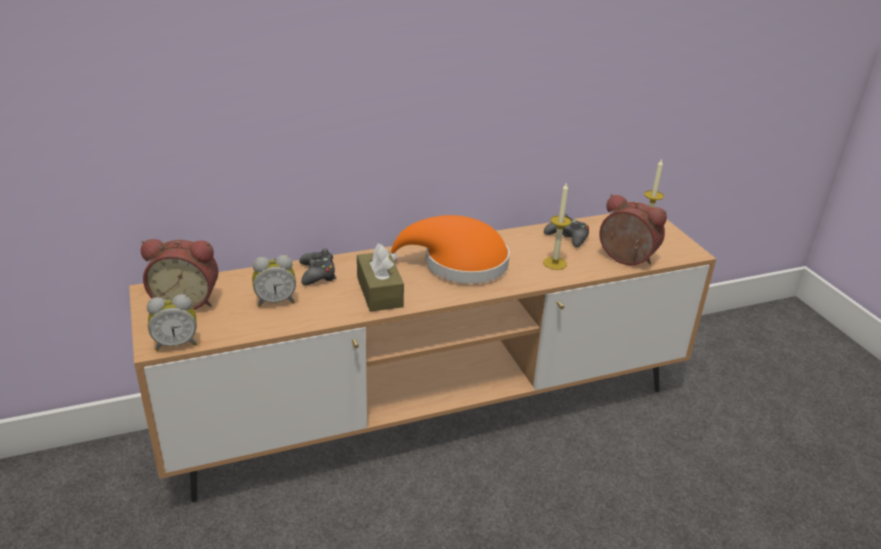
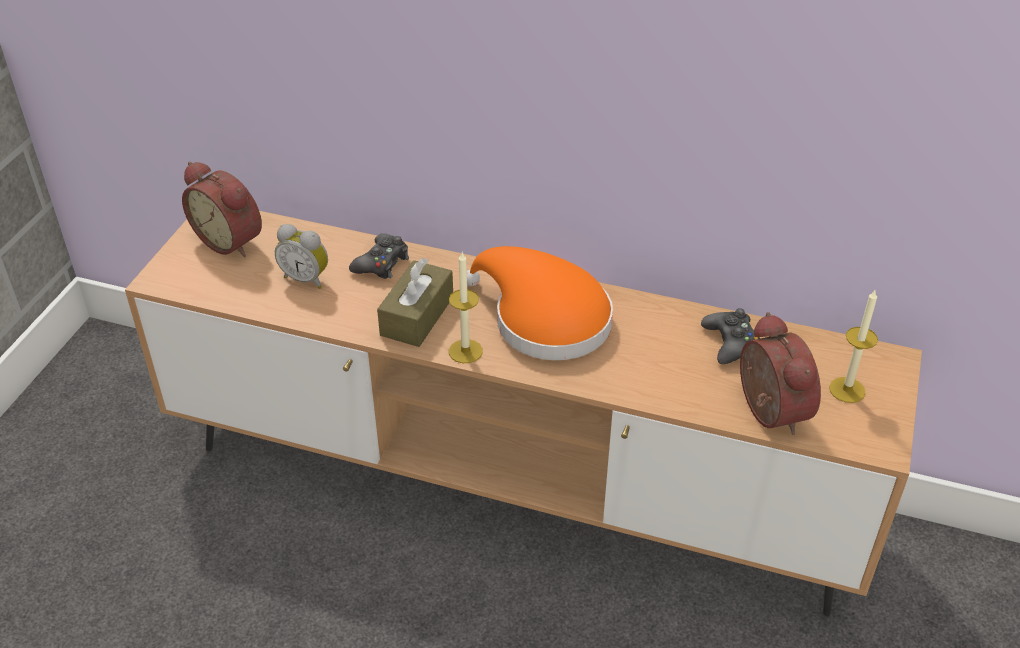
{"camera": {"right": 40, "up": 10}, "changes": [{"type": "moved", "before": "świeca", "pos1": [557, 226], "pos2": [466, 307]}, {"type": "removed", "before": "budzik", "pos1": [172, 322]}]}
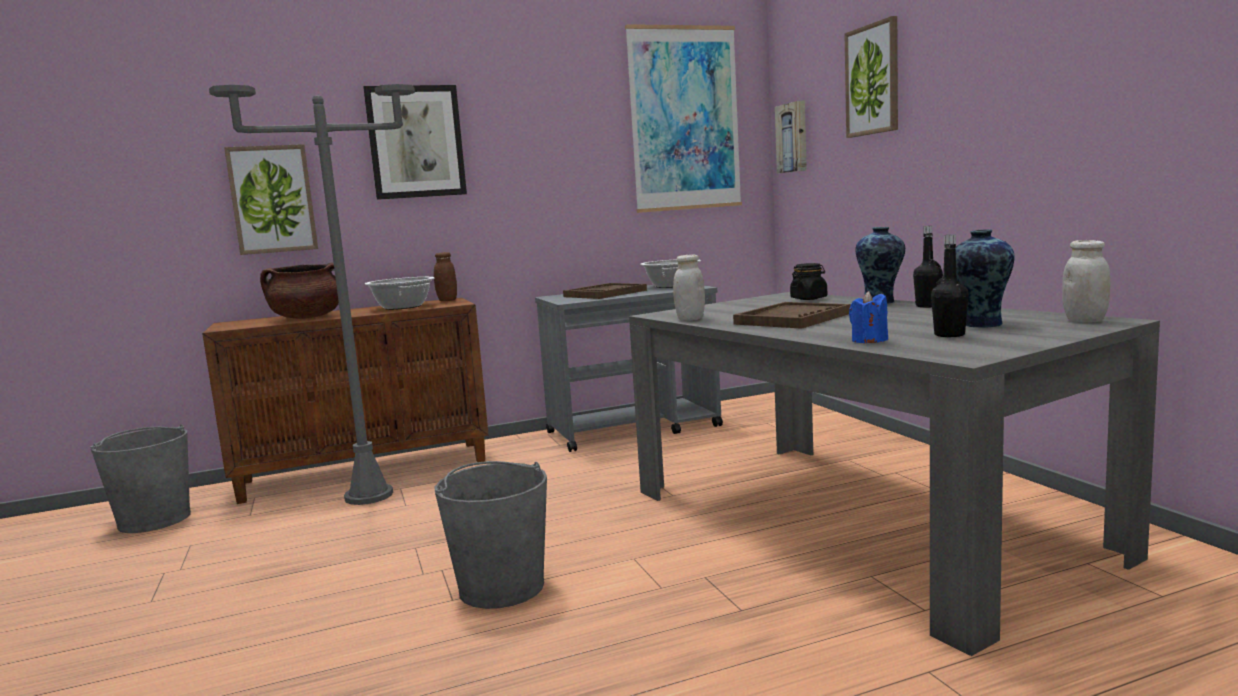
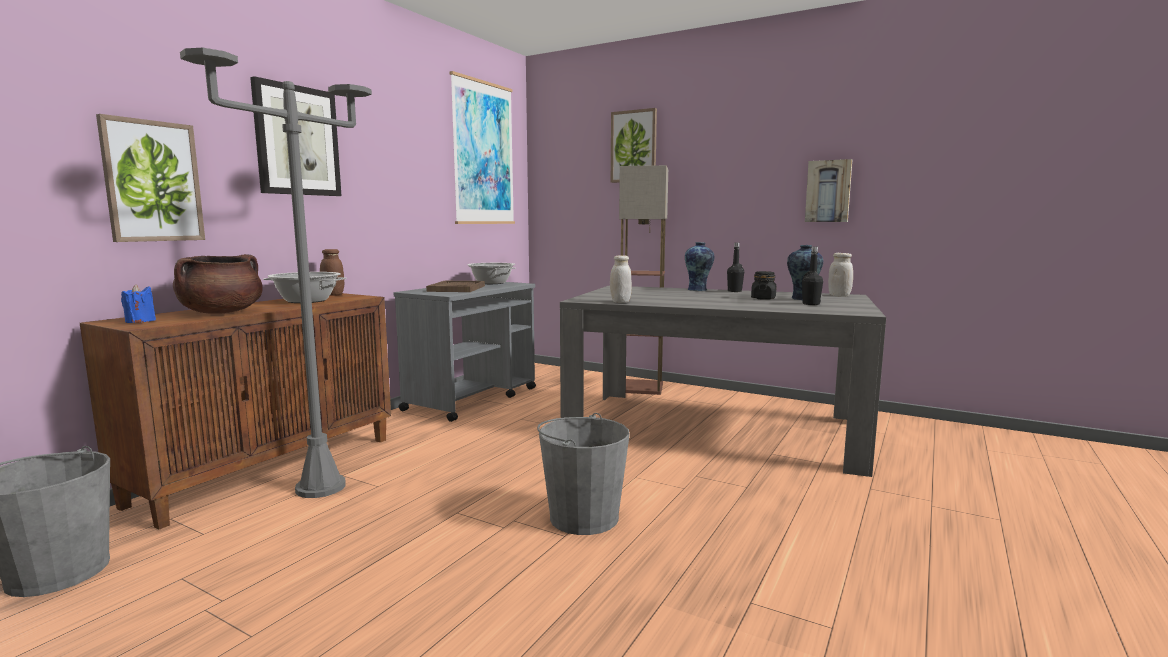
{"camera": {"right": -40, "up": 0}, "changes": [{"type": "moved", "before": "obraz", "pos1": [791, 136], "pos2": [828, 190]}, {"type": "moved", "before": "słoik [czarny]", "pos1": [808, 281], "pos2": [763, 285]}, {"type": "moved", "before": "świeca [niebieski]", "pos1": [868, 317], "pos2": [138, 303]}, {"type": "removed", "before": "taca [brązowy]", "pos1": [792, 315]}, {"type": "added", "after": "lampa stojąca", "pos2": [643, 280]}]}
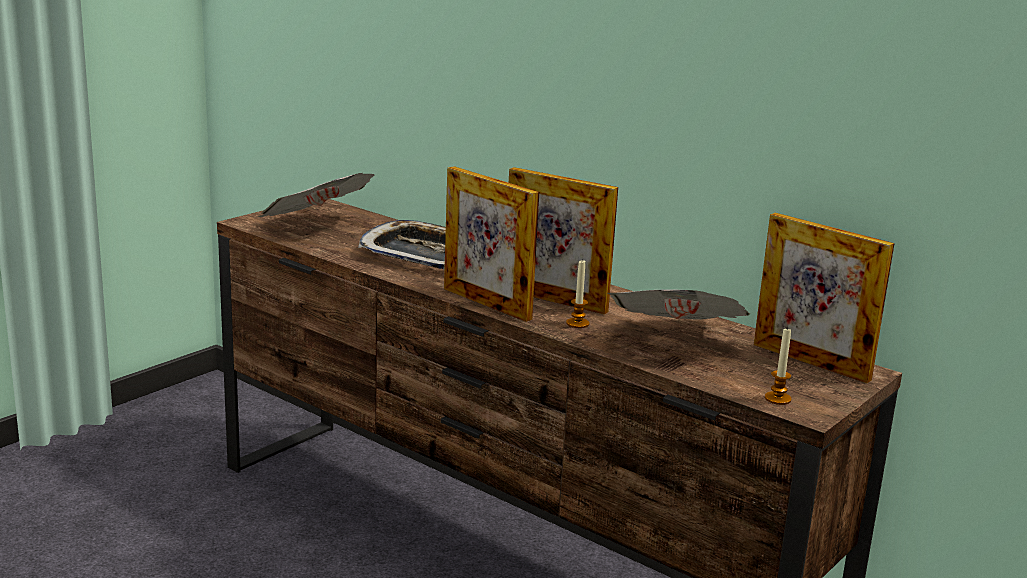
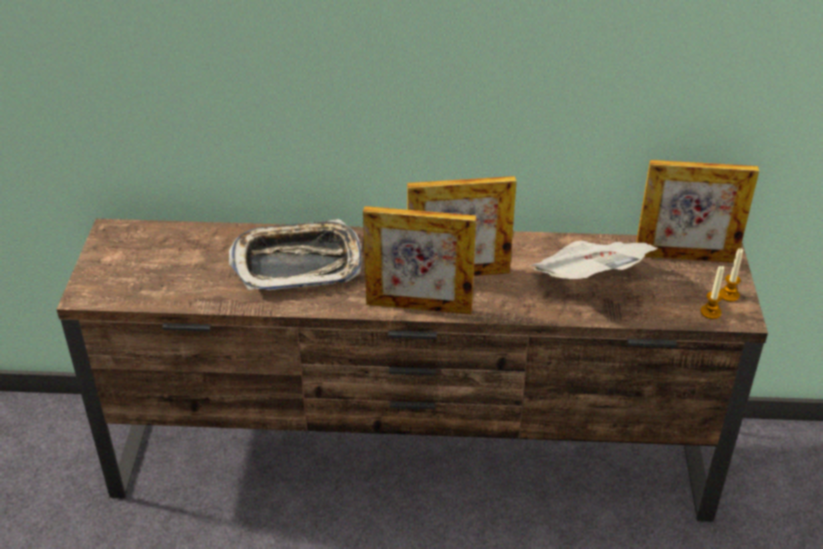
{"camera": {"right": -35, "up": 20}, "changes": [{"type": "removed", "before": "gazeta", "pos1": [316, 195]}, {"type": "moved", "before": "świeca", "pos1": [577, 294], "pos2": [731, 275]}]}
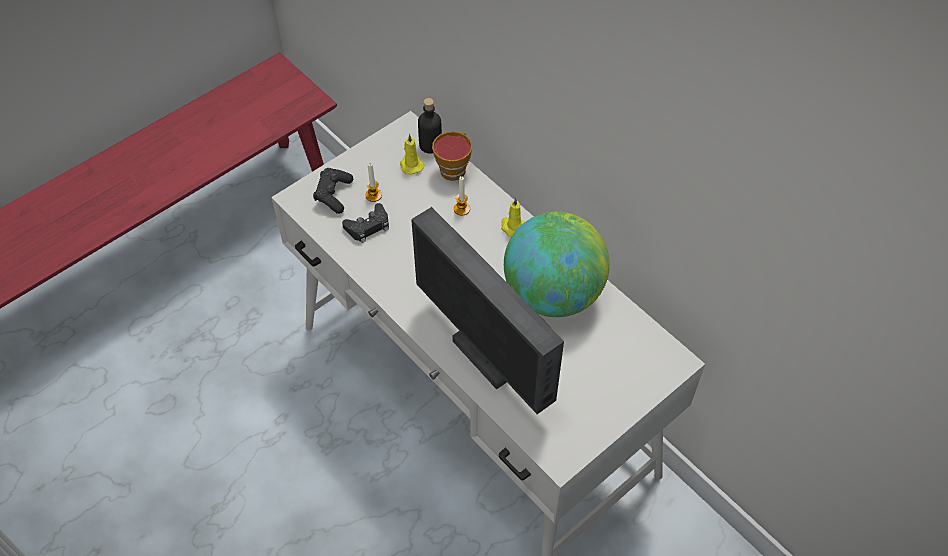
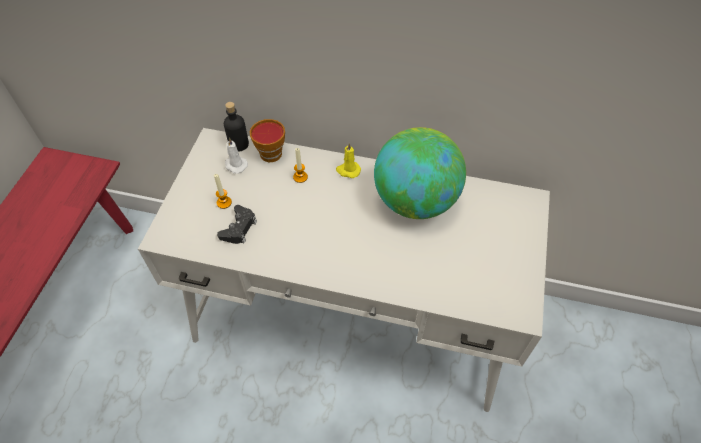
{"camera": {"right": -35, "up": 0}, "changes": [{"type": "recoloured", "before": "świeca [żółty]", "after": "świeca [biały]", "pos1": [412, 154], "pos2": [236, 156]}, {"type": "removed", "before": "pad do gier [czarny]", "pos1": [333, 191]}, {"type": "removed", "before": "monitor", "pos1": [487, 310]}]}
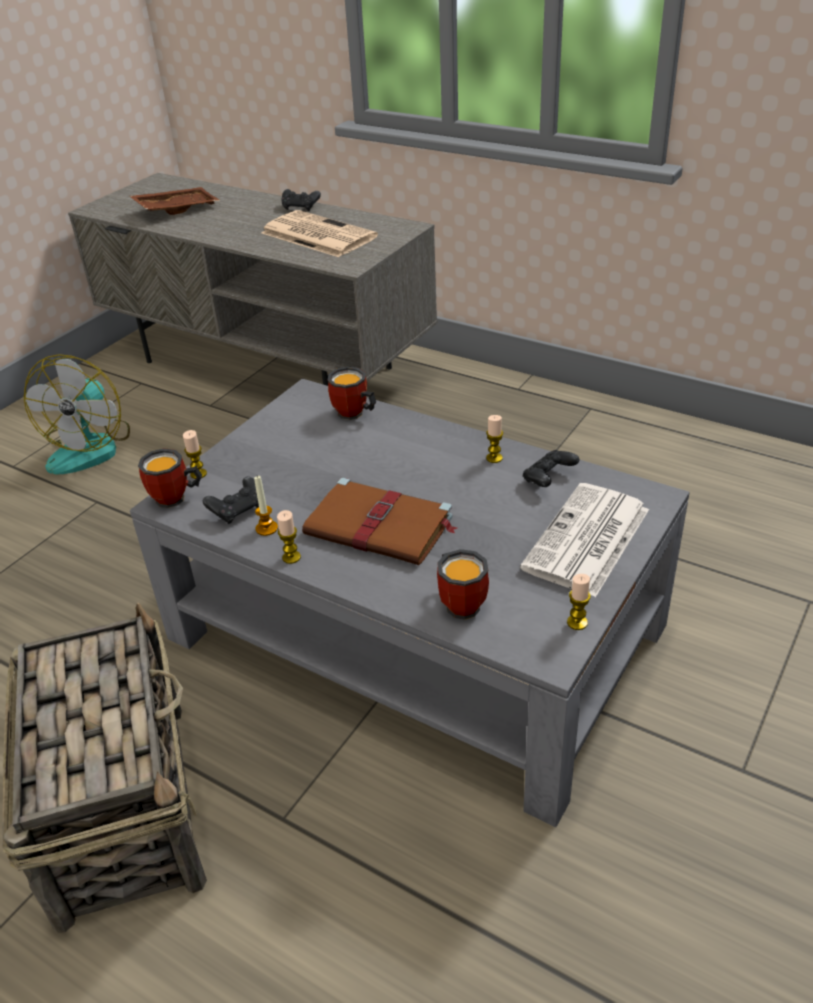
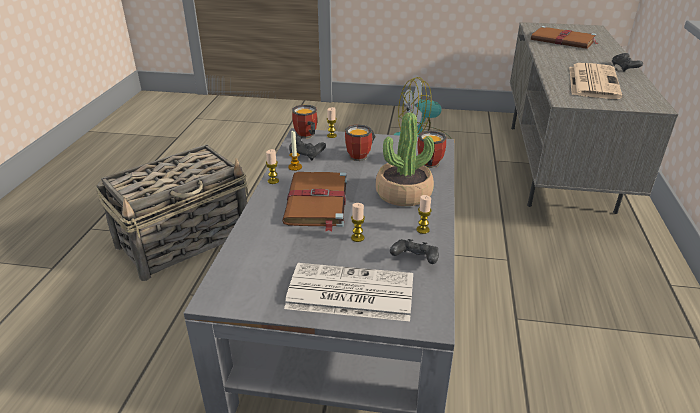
{"camera": {"right": 65, "up": -5}, "changes": [{"type": "replaced", "before": "taca [brązowy]", "after": "książka [brązowy]", "pos1": [175, 201], "pos2": [564, 37]}, {"type": "moved", "before": "kubek", "pos1": [463, 584], "pos2": [360, 142]}, {"type": "moved", "before": "świeca", "pos1": [579, 602], "pos2": [358, 222]}, {"type": "added", "after": "roślina doniczkowa", "pos2": [405, 159]}]}
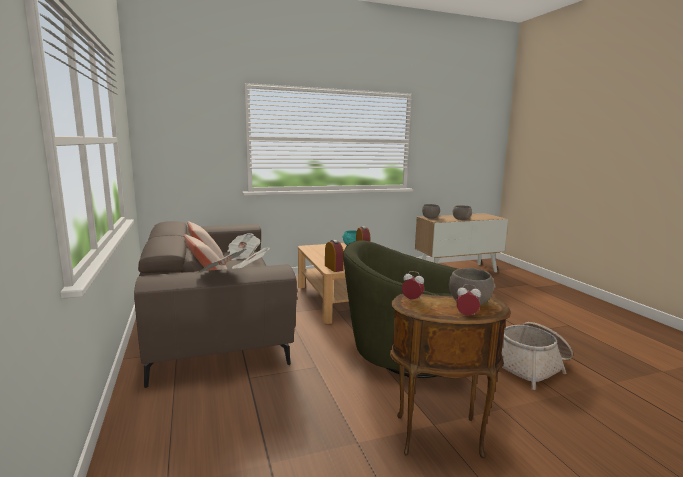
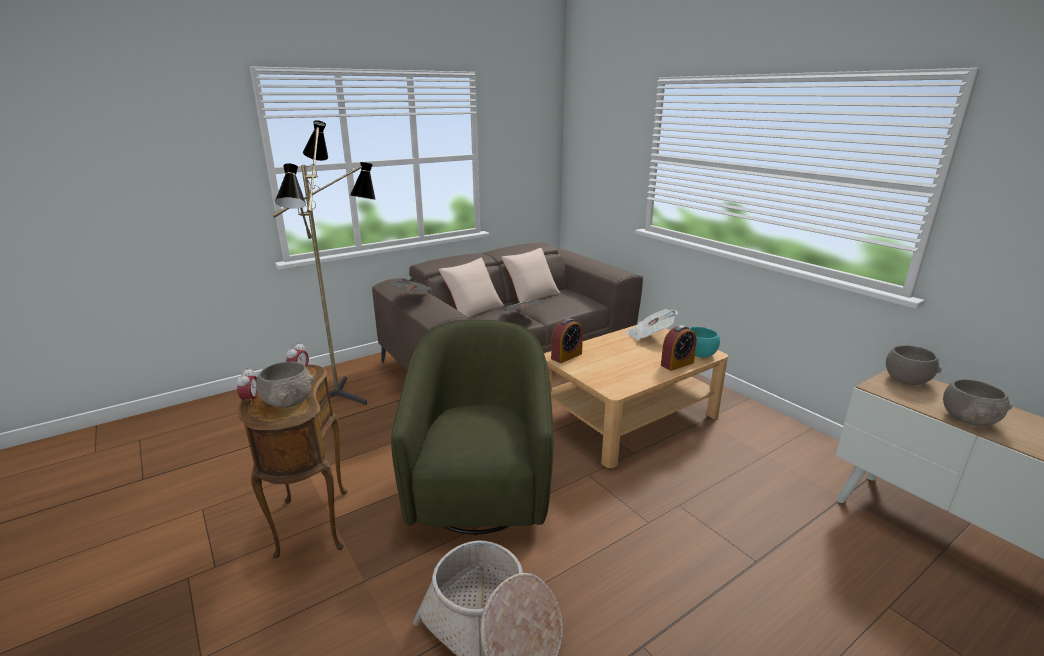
{"camera": {"right": 75, "up": 10}, "changes": [{"type": "moved", "before": "gazeta", "pos1": [243, 246], "pos2": [652, 324]}, {"type": "added", "after": "lampa stojąca", "pos2": [324, 262]}]}
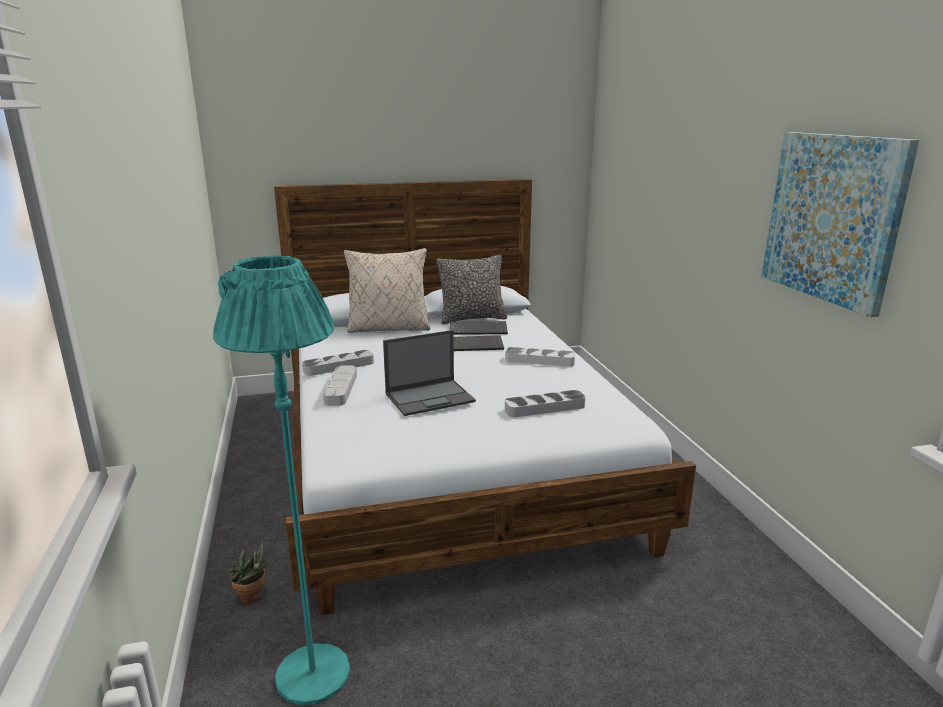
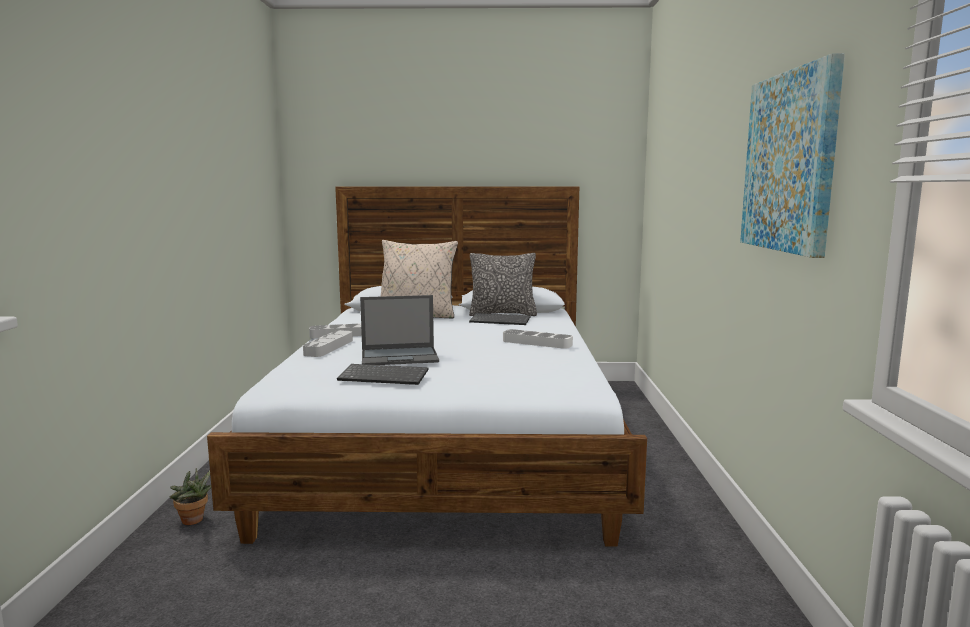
{"camera": {"right": 15, "up": -10}, "changes": [{"type": "removed", "before": "lampa stojąca [turkusowy]", "pos1": [281, 480]}, {"type": "moved", "before": "klawiatura", "pos1": [478, 343], "pos2": [383, 374]}, {"type": "removed", "before": "taca [szary]", "pos1": [545, 403]}]}
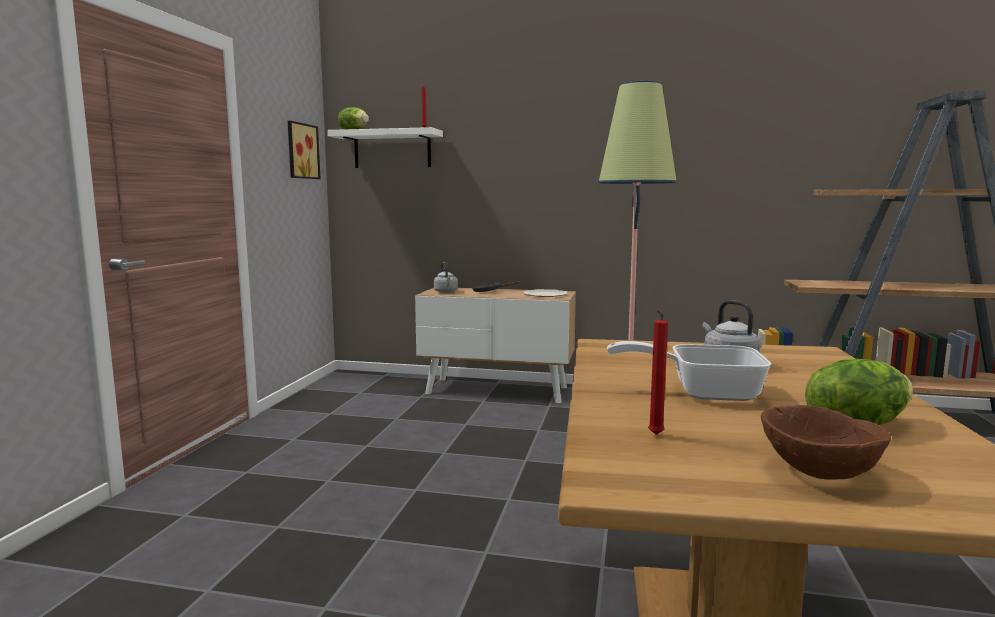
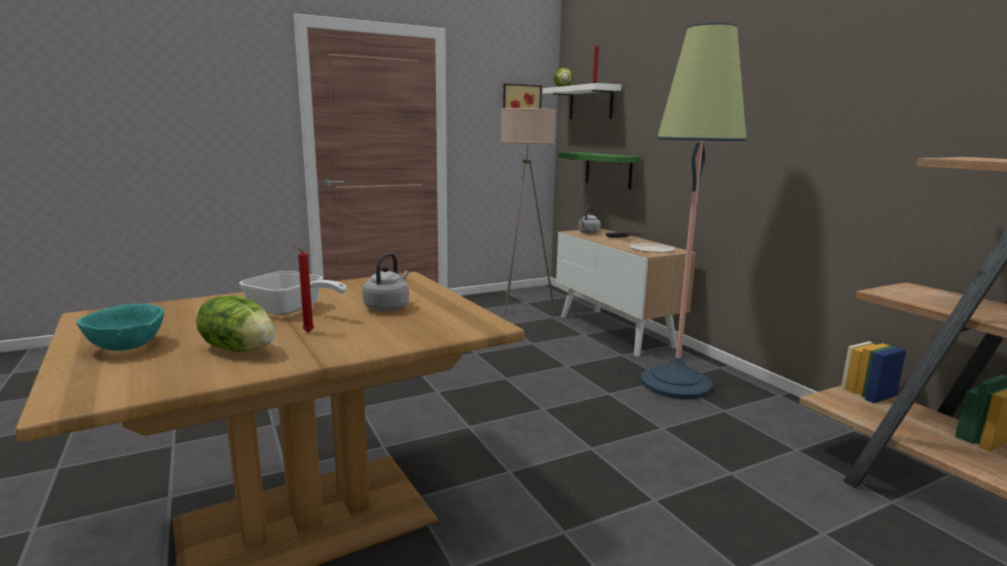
{"camera": {"right": 50, "up": 5}, "changes": [{"type": "moved", "before": "świeca [czerwony]", "pos1": [658, 372], "pos2": [303, 288]}, {"type": "turned", "before": "patelnia", "pos1": [689, 371], "pos2": [293, 293], "turn": 150}, {"type": "recoloured", "before": "miska [brązowy]", "after": "miska [turkusowy]", "pos1": [826, 442], "pos2": [120, 327]}, {"type": "added", "after": "lampa stojąca [beżowy]", "pos2": [528, 211]}, {"type": "added", "after": "półka [zielony]", "pos2": [599, 170]}]}
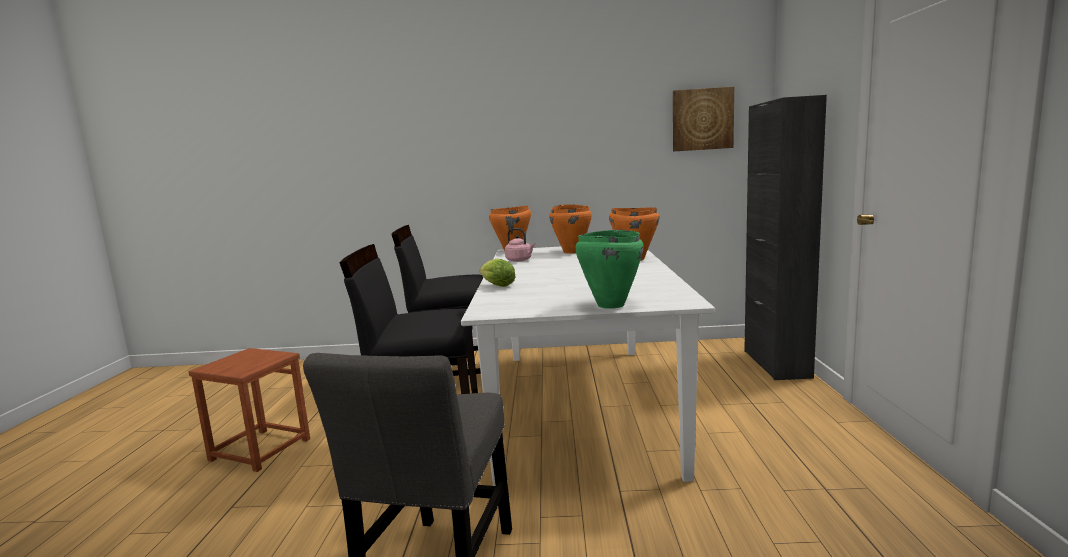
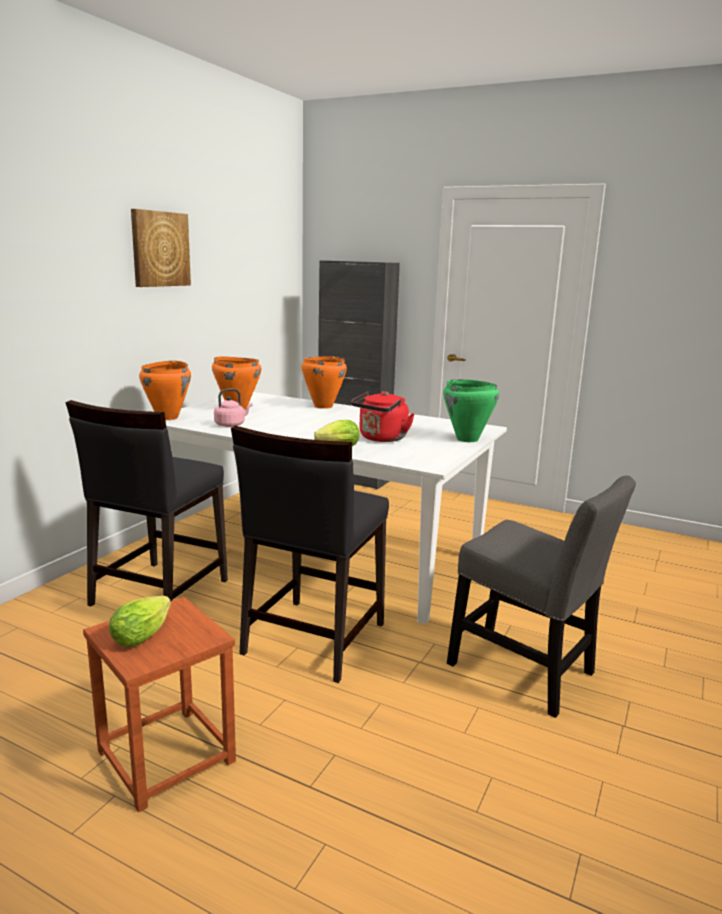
{"camera": {"right": -65, "up": 5}, "changes": [{"type": "moved", "before": "obraz", "pos1": [703, 119], "pos2": [161, 248]}, {"type": "added", "after": "czajnik [czerwony]", "pos2": [383, 416]}, {"type": "added", "after": "sałata", "pos2": [140, 621]}]}
